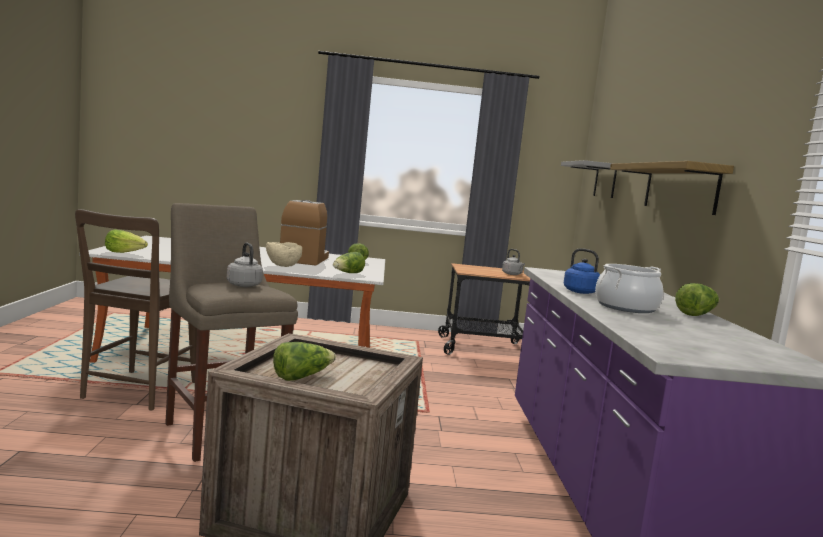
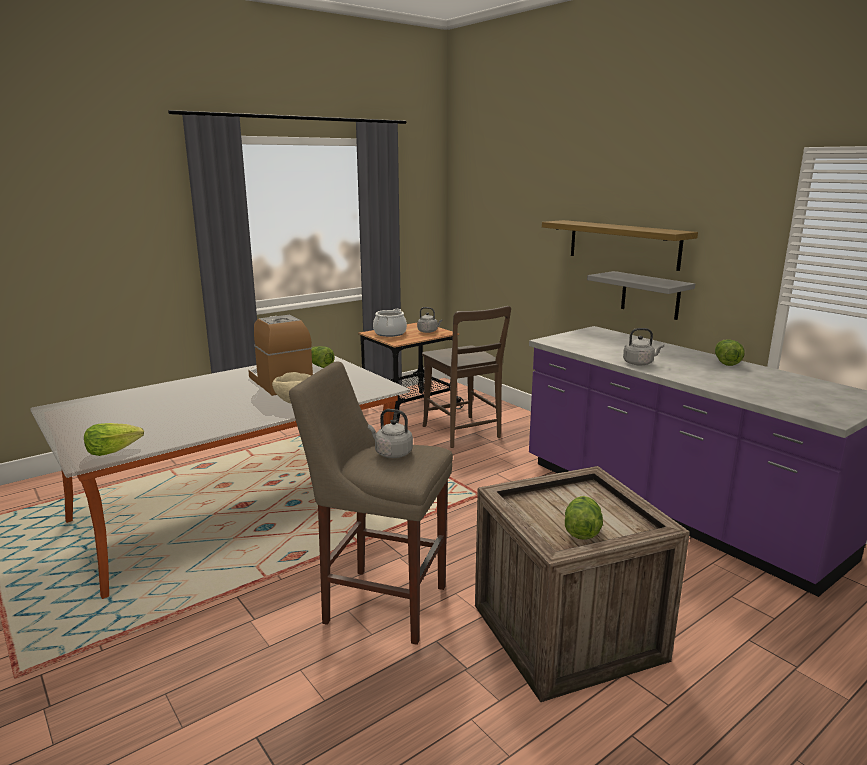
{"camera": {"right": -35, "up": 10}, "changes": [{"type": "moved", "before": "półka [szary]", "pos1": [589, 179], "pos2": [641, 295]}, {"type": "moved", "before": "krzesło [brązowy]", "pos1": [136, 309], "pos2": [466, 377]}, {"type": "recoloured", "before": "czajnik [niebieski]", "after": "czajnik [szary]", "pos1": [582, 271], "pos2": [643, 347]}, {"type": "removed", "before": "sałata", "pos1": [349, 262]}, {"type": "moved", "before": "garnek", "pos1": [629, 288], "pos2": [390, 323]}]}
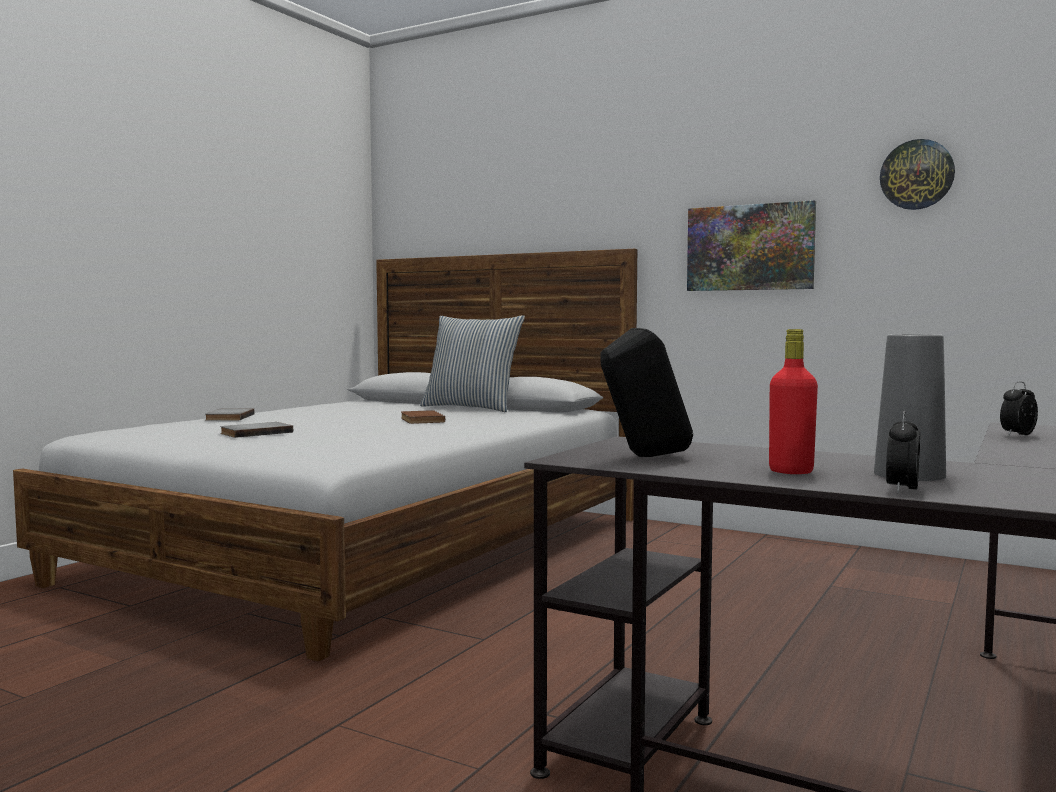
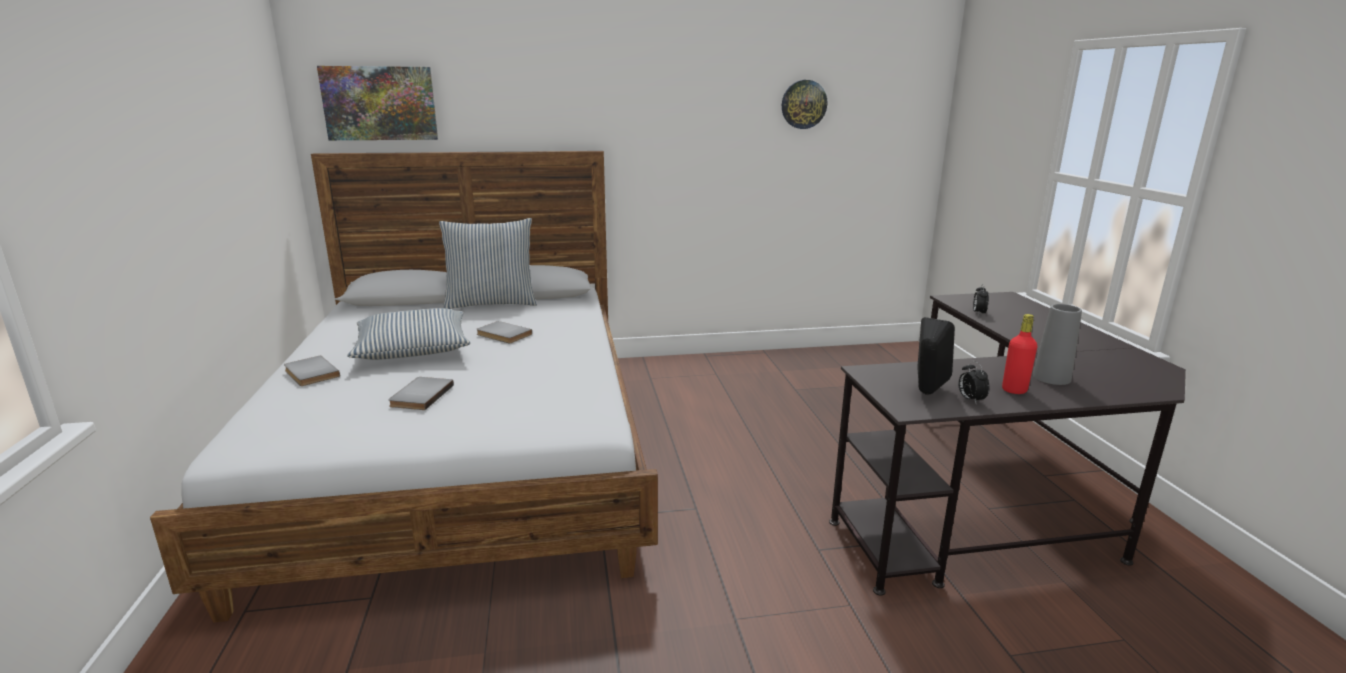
{"camera": {"right": -40, "up": 15}, "changes": [{"type": "moved", "before": "obraz", "pos1": [751, 245], "pos2": [377, 103]}, {"type": "recoloured", "before": "książka [brązowy]", "after": "książka [szary]", "pos1": [423, 417], "pos2": [504, 332]}, {"type": "moved", "before": "budzik", "pos1": [903, 452], "pos2": [974, 383]}, {"type": "added", "after": "poduszka", "pos2": [409, 334]}]}
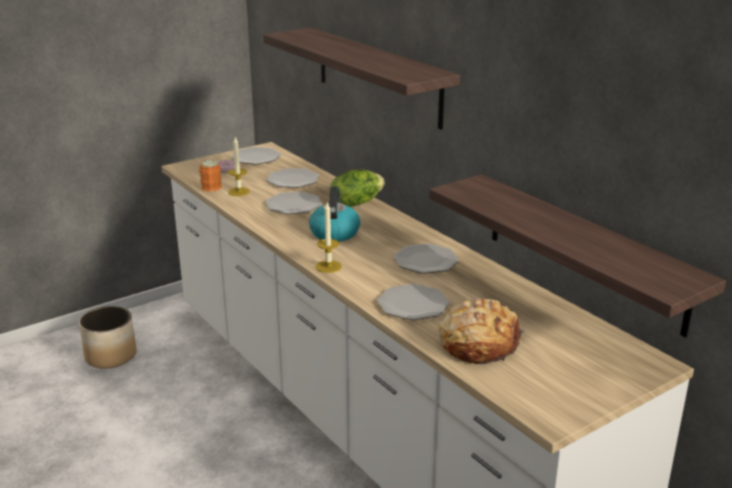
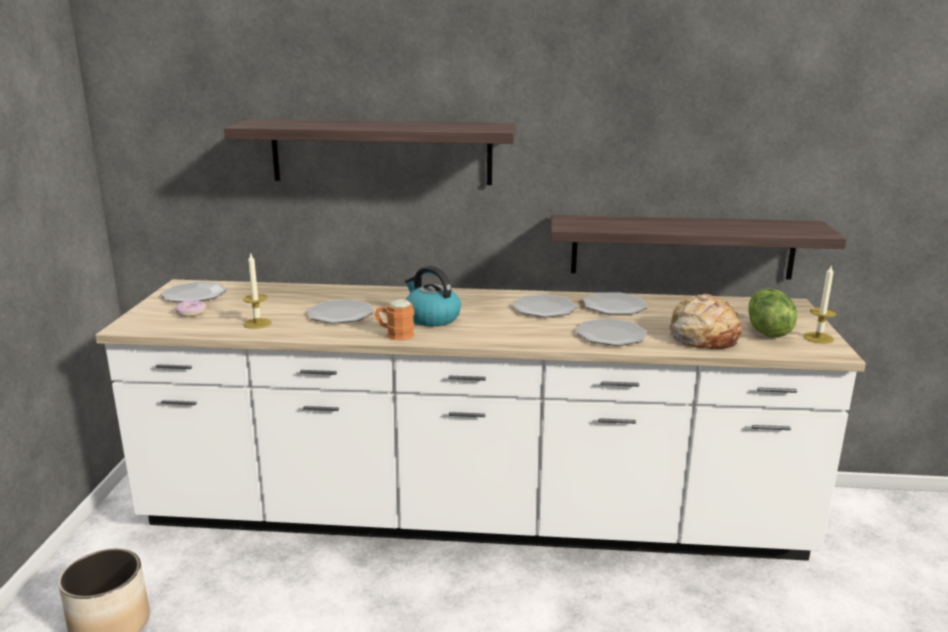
{"camera": {"right": -50, "up": -5}, "changes": [{"type": "moved", "before": "kubek [pomarańczowy]", "pos1": [210, 175], "pos2": [394, 319]}, {"type": "moved", "before": "talerz", "pos1": [293, 178], "pos2": [615, 303]}, {"type": "moved", "before": "sałata", "pos1": [357, 188], "pos2": [772, 313]}, {"type": "moved", "before": "świeca", "pos1": [329, 237], "pos2": [820, 305]}]}
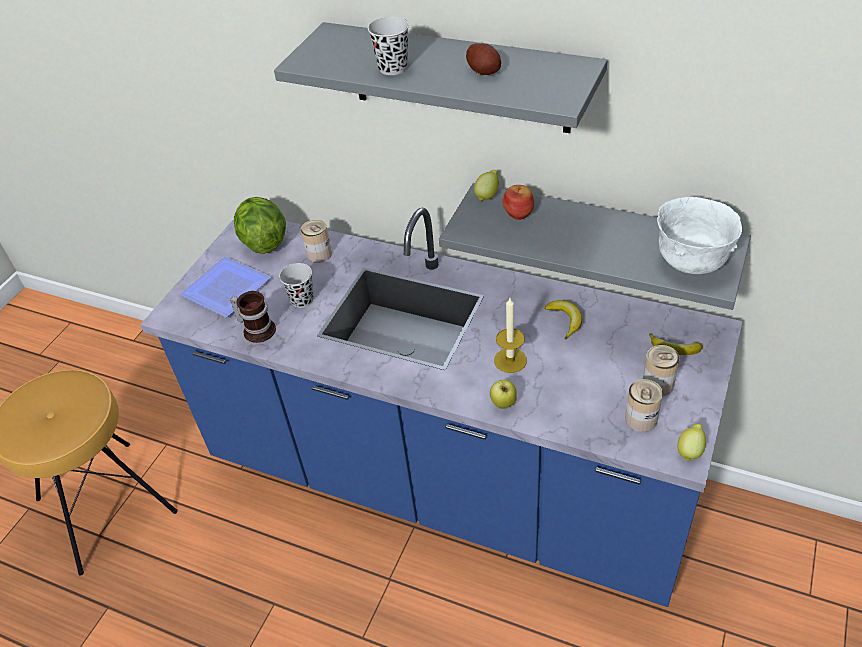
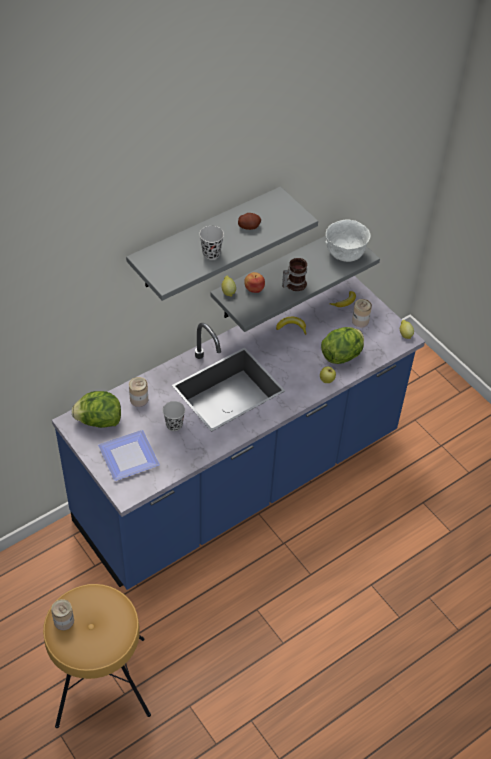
{"camera": {"right": -65, "up": 5}, "changes": [{"type": "moved", "before": "kubek", "pos1": [253, 317], "pos2": [294, 274]}, {"type": "removed", "before": "świeca", "pos1": [510, 335]}, {"type": "moved", "before": "puszka", "pos1": [644, 405], "pos2": [62, 614]}, {"type": "added", "after": "sałata", "pos2": [342, 345]}]}
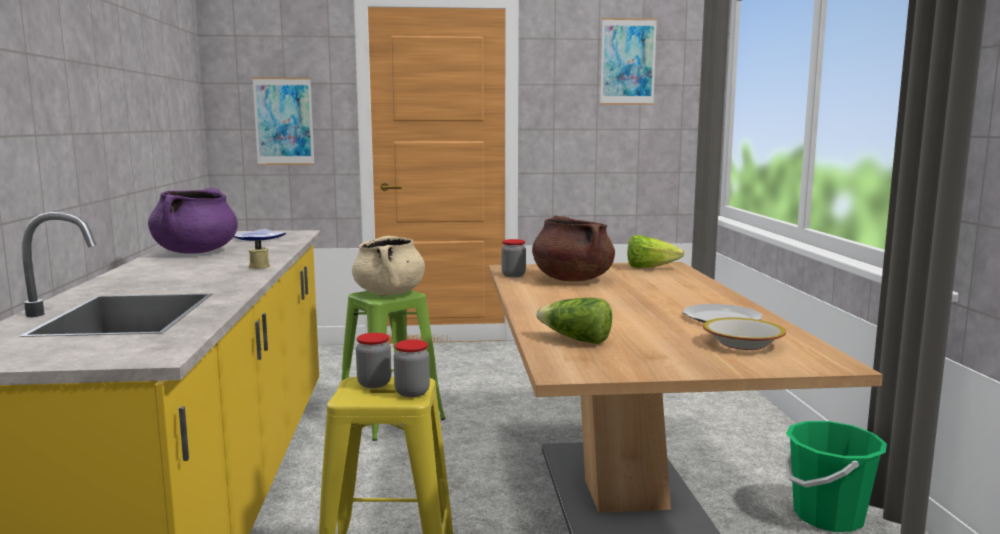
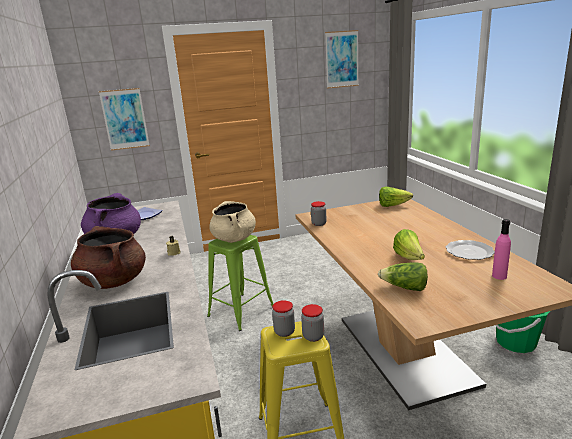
{"camera": {"right": -10, "up": 10}, "changes": [{"type": "moved", "before": "garnek [brązowy]", "pos1": [573, 248], "pos2": [108, 257]}, {"type": "replaced", "before": "miska", "after": "butelka [różowy]", "pos1": [744, 334], "pos2": [501, 249]}, {"type": "added", "after": "sałata", "pos2": [409, 244]}]}
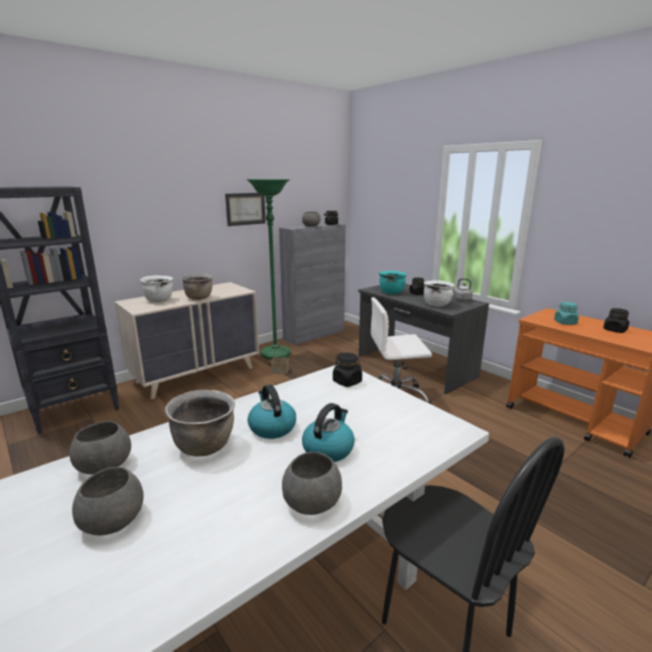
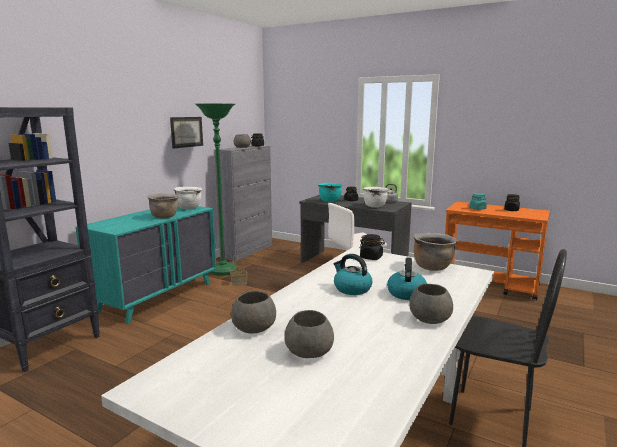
{"camera": {"right": -20, "up": -5}, "changes": [{"type": "moved", "before": "garnek [biały]", "pos1": [156, 288], "pos2": [188, 198]}, {"type": "recoloured", "before": "komoda [beżowy]", "after": "komoda [turkusowy]", "pos1": [186, 340], "pos2": [145, 265]}, {"type": "moved", "before": "garnek [brązowy]", "pos1": [200, 423], "pos2": [436, 252]}]}
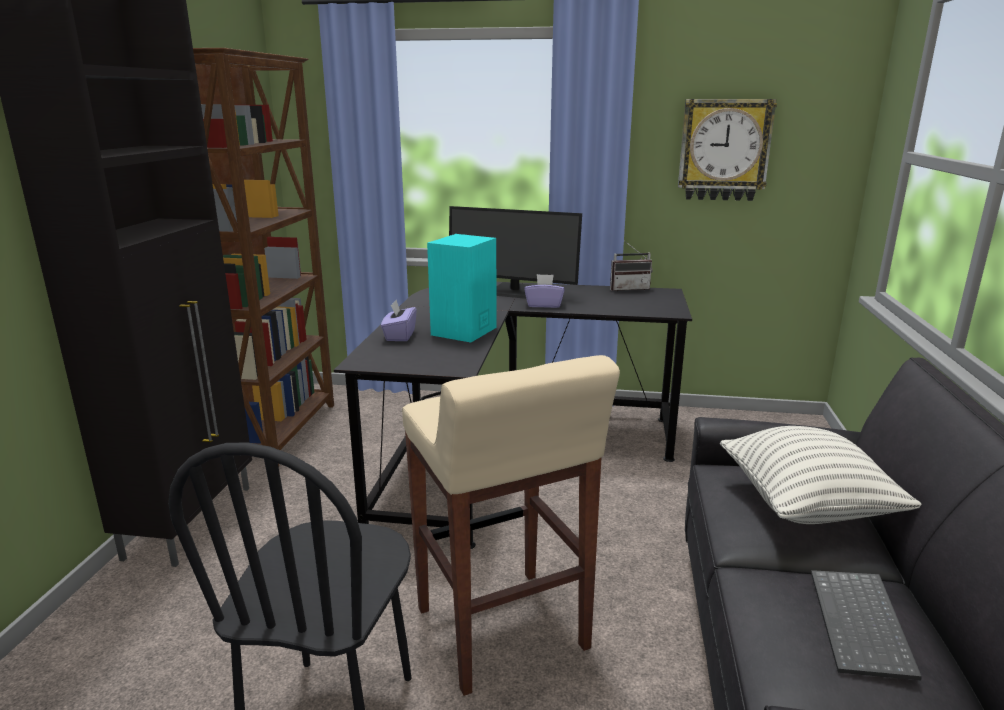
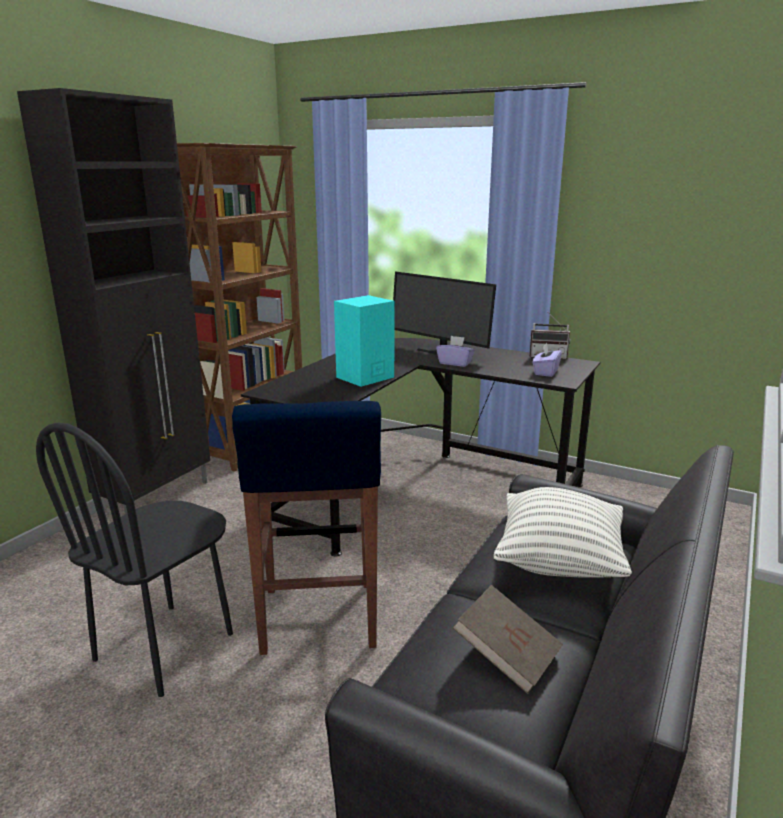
{"camera": {"right": 20, "up": 0}, "changes": [{"type": "removed", "before": "zegar ścienny", "pos1": [727, 150]}, {"type": "moved", "before": "pudełko chusteczek [fioletowy]", "pos1": [399, 320], "pos2": [547, 360]}, {"type": "recoloured", "before": "stołek [beżowy]", "after": "stołek [niebieski]", "pos1": [511, 525], "pos2": [306, 528]}, {"type": "replaced", "before": "klawiatura", "after": "książka [brązowy]", "pos1": [866, 625], "pos2": [508, 639]}]}
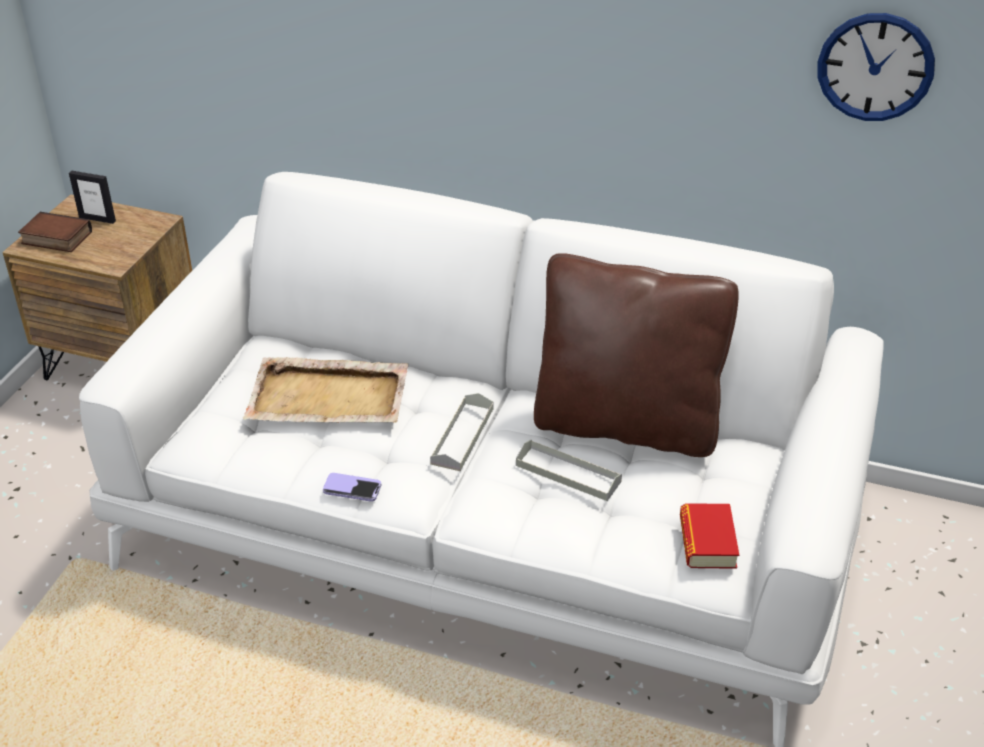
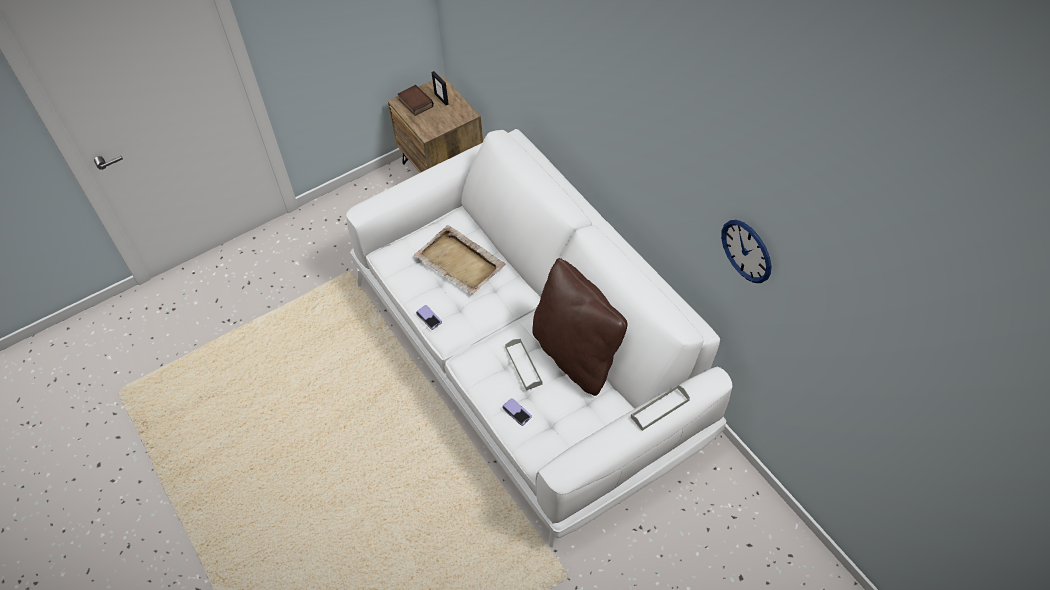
{"camera": {"right": 40, "up": 15}, "changes": [{"type": "moved", "before": "taca [szary]", "pos1": [461, 432], "pos2": [660, 408]}, {"type": "removed", "before": "książka", "pos1": [709, 536]}, {"type": "added", "after": "telefon", "pos2": [517, 412]}]}
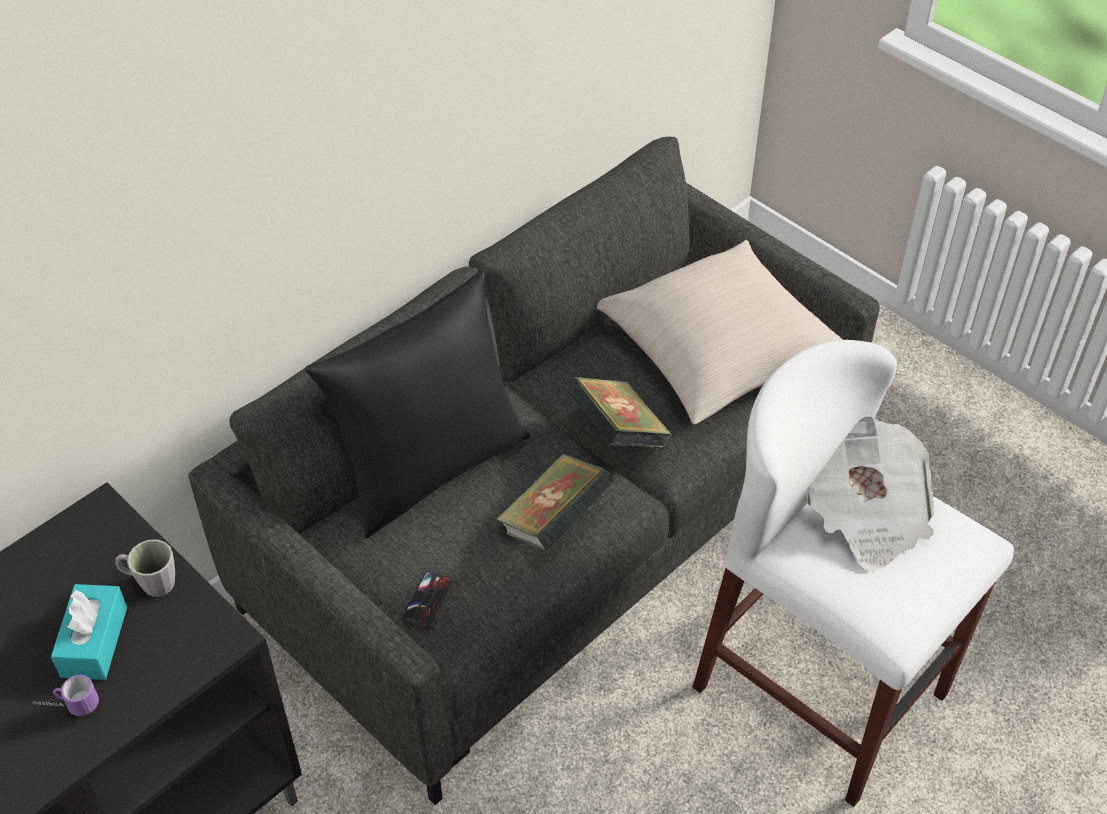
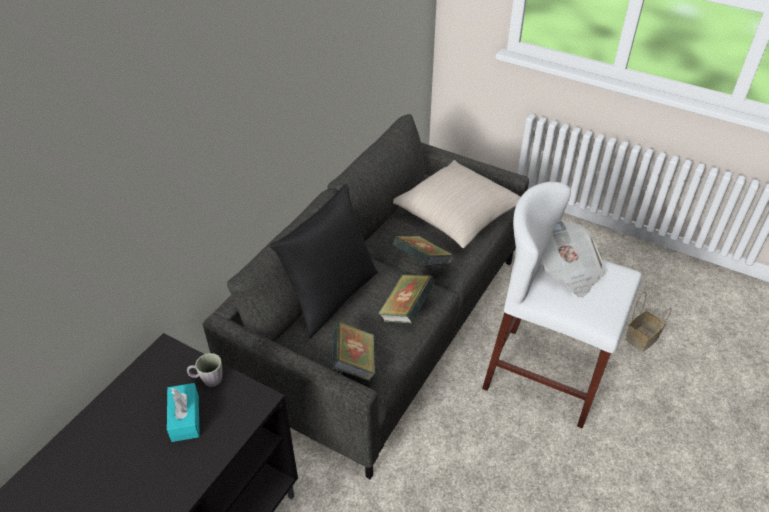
{"camera": {"right": -15, "up": -5}, "changes": [{"type": "replaced", "before": "telefon", "after": "książka", "pos1": [426, 600], "pos2": [353, 351]}, {"type": "removed", "before": "kubek", "pos1": [66, 695]}, {"type": "added", "after": "koszyk", "pos2": [648, 322]}]}
